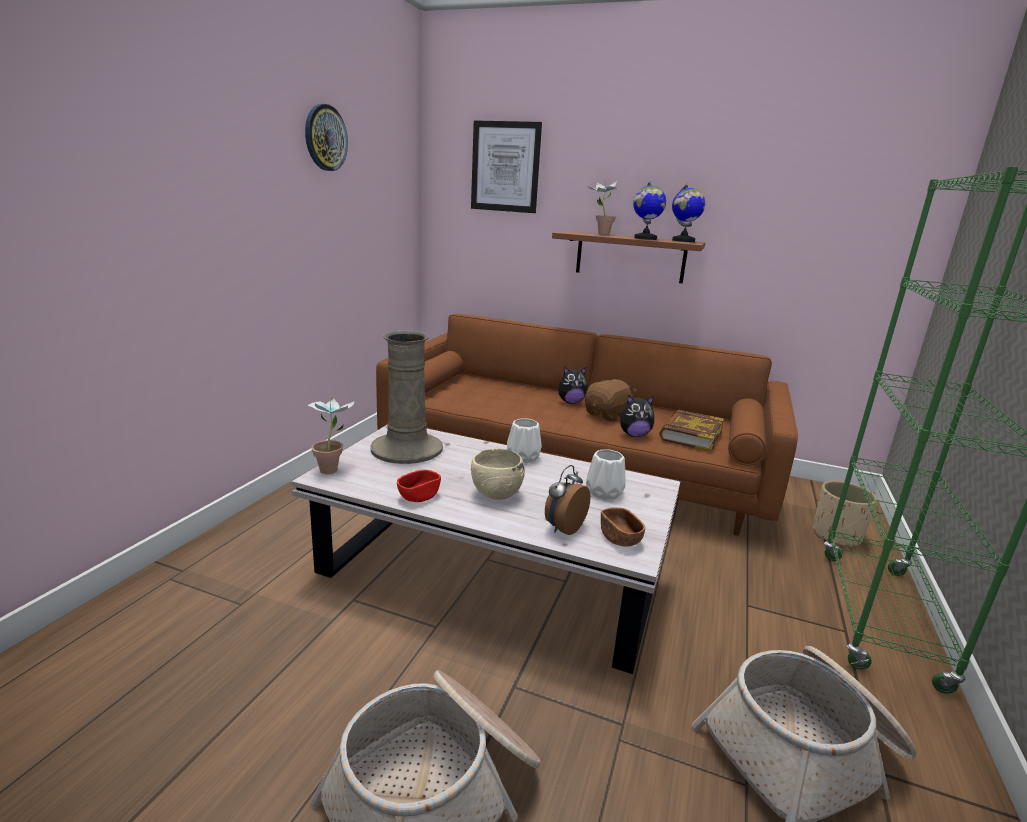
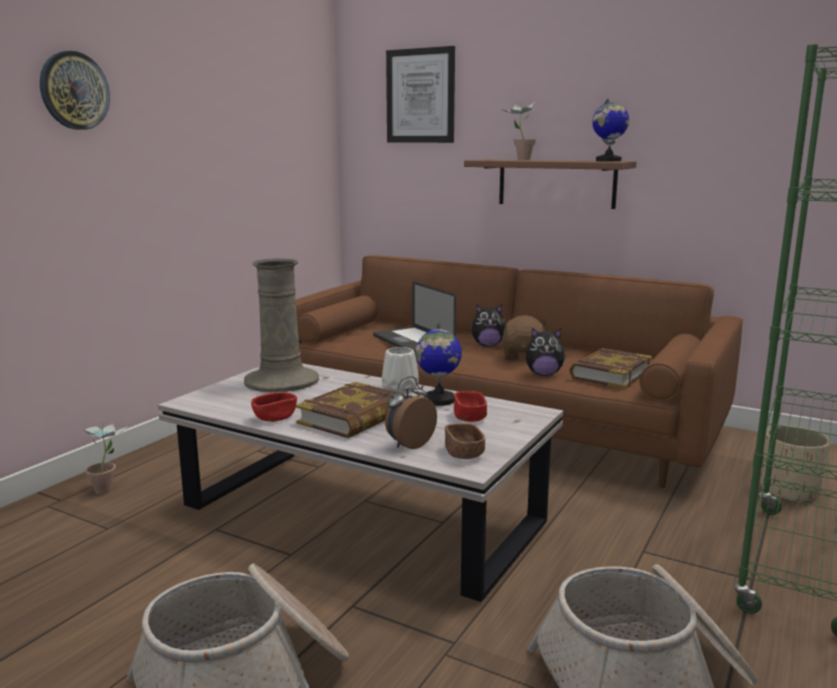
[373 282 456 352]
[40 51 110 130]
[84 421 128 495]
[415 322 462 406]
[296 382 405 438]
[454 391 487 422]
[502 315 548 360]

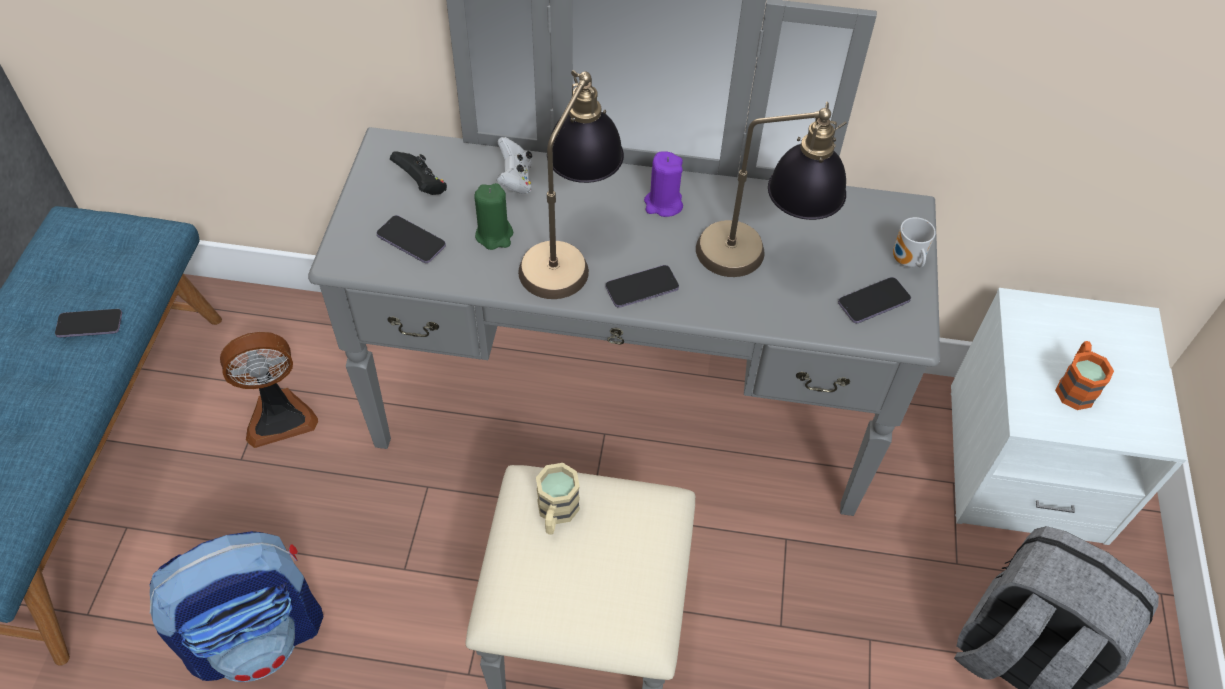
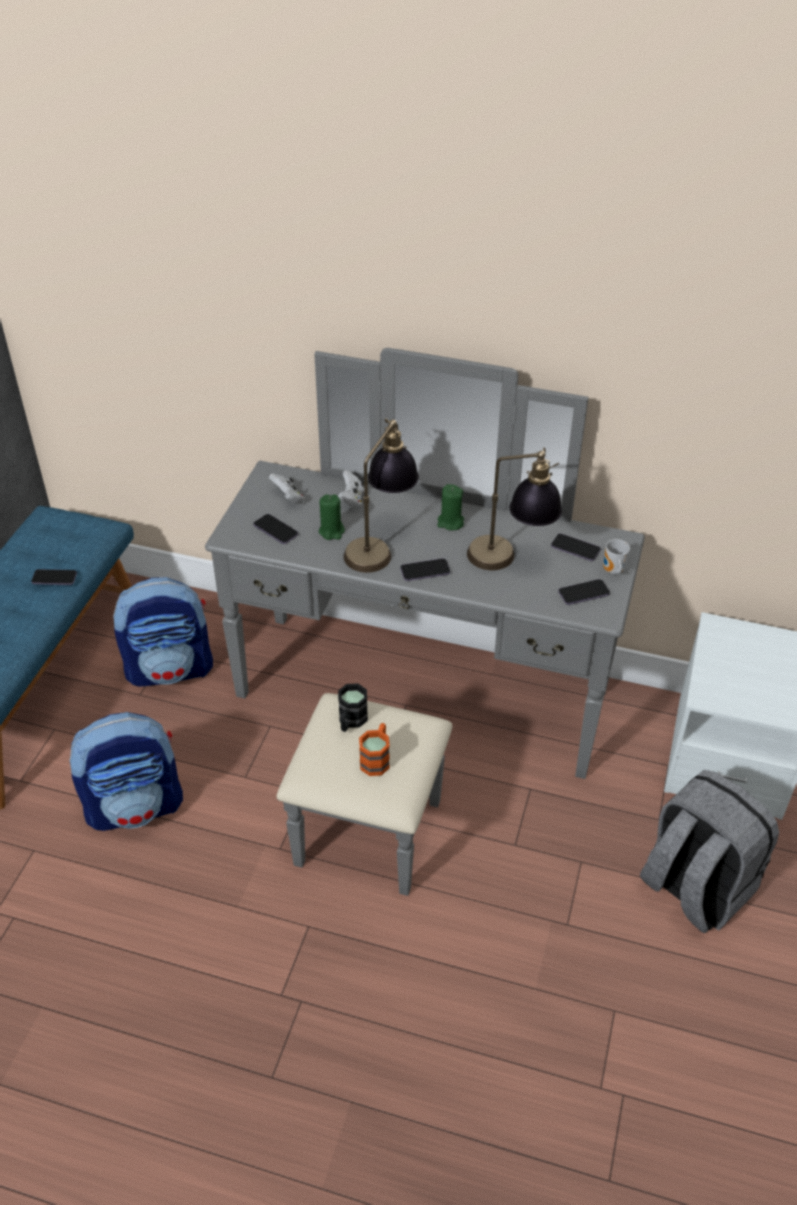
[551 533 601 561]
[359 723 390 776]
[113 577 213 687]
[269 473 305 504]
[338 684 368 732]
[437 484 464 530]

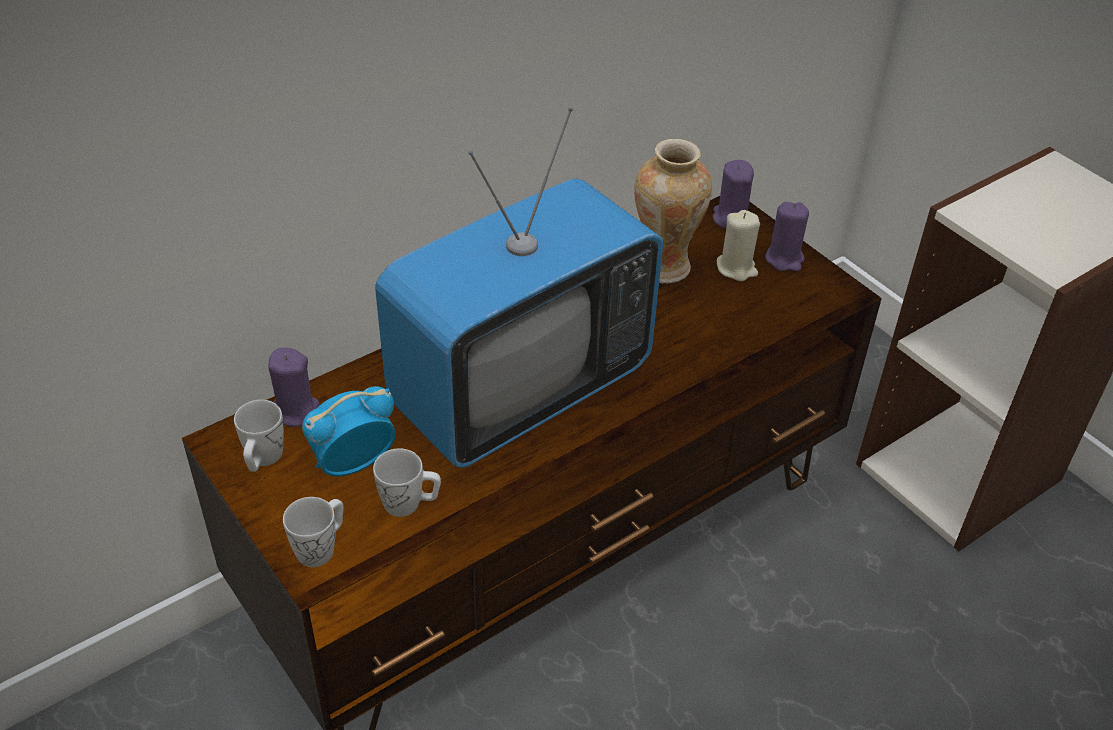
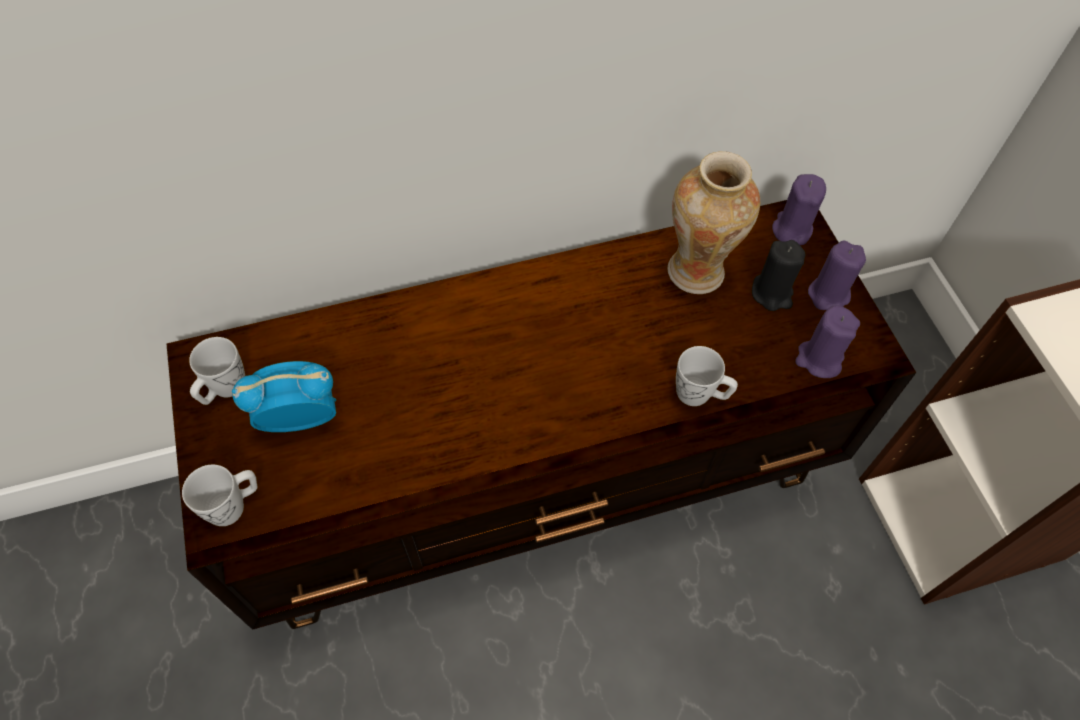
[375 108 663 468] (first image)
[795 305 860 378]
[676 346 738 406]
[752 240 806 311]

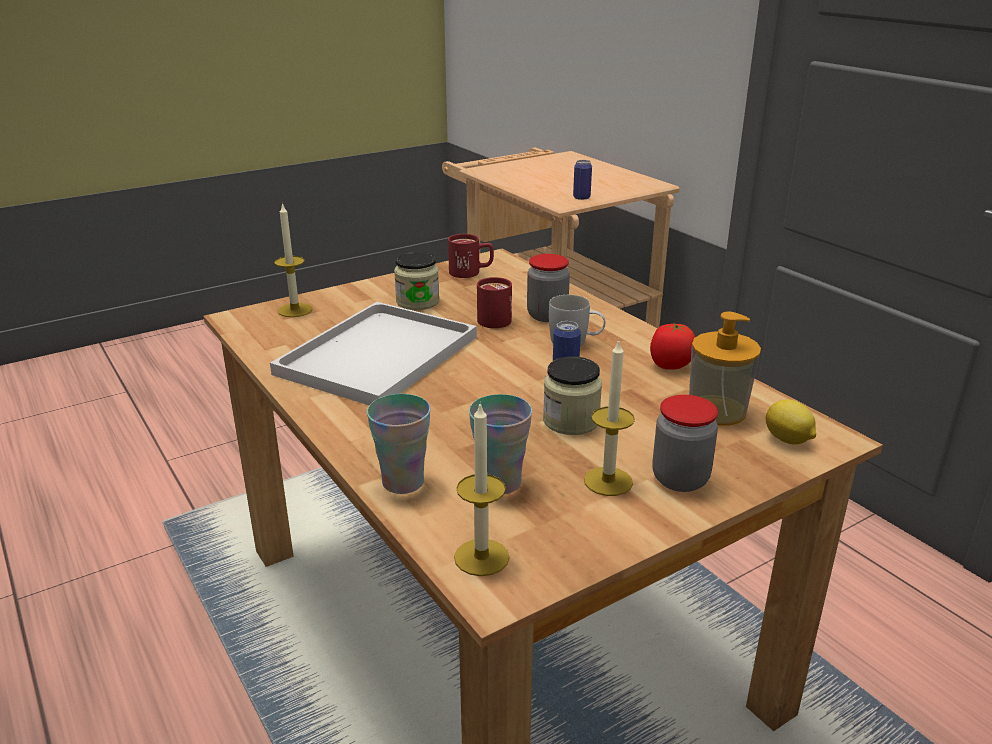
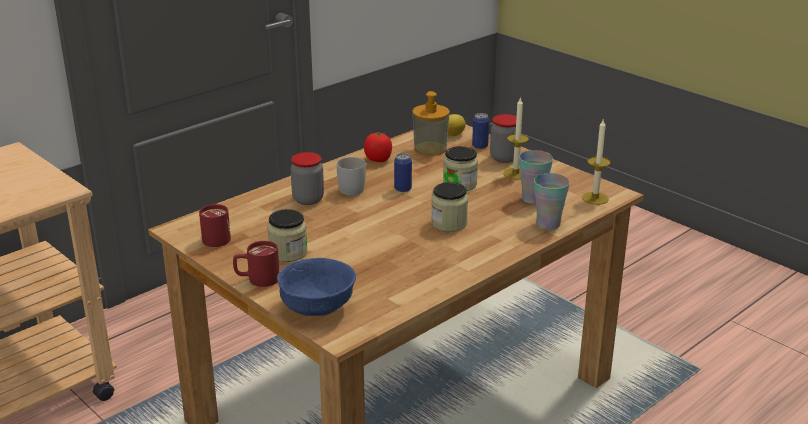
[270 302 477 405] (first image)
[431 182 468 232]
[233 241 280 287]
[472 113 489 149]
[277 258 356 316]

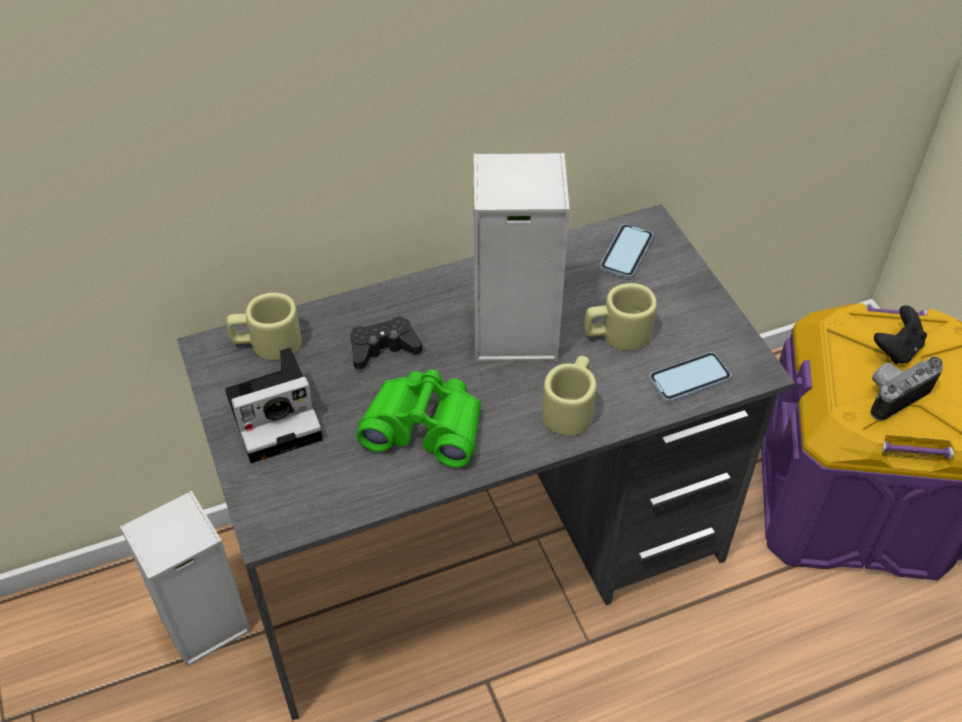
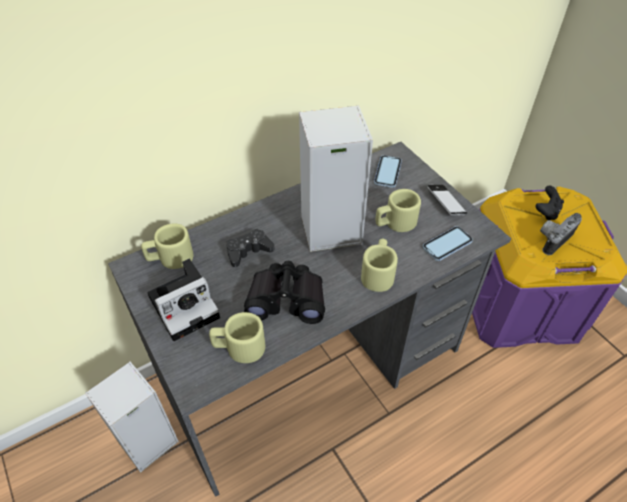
[209 312 265 363]
[427 185 468 216]
[244 261 325 324]

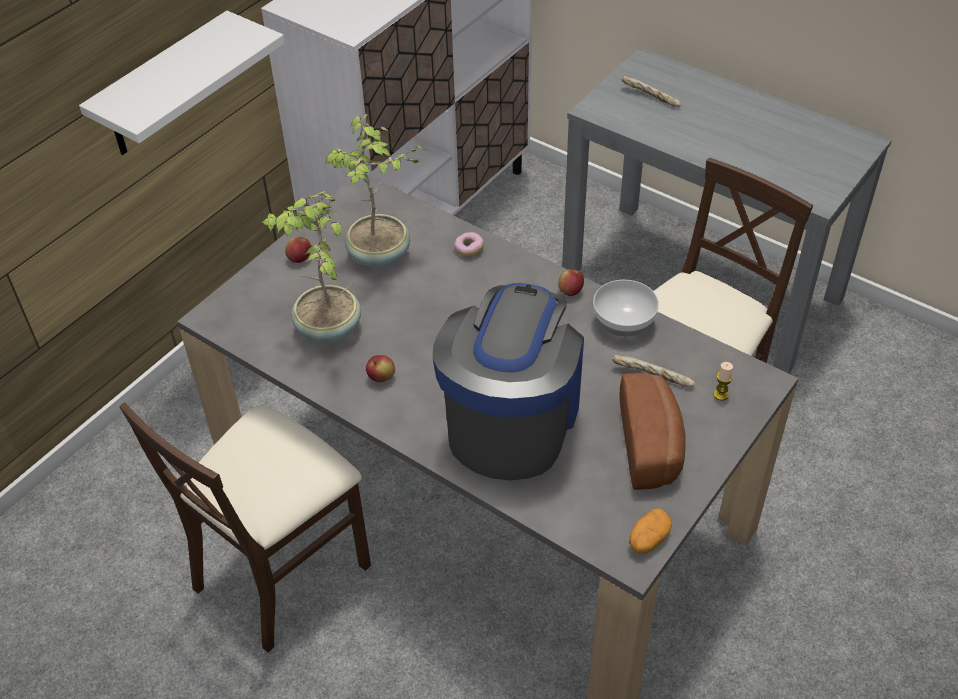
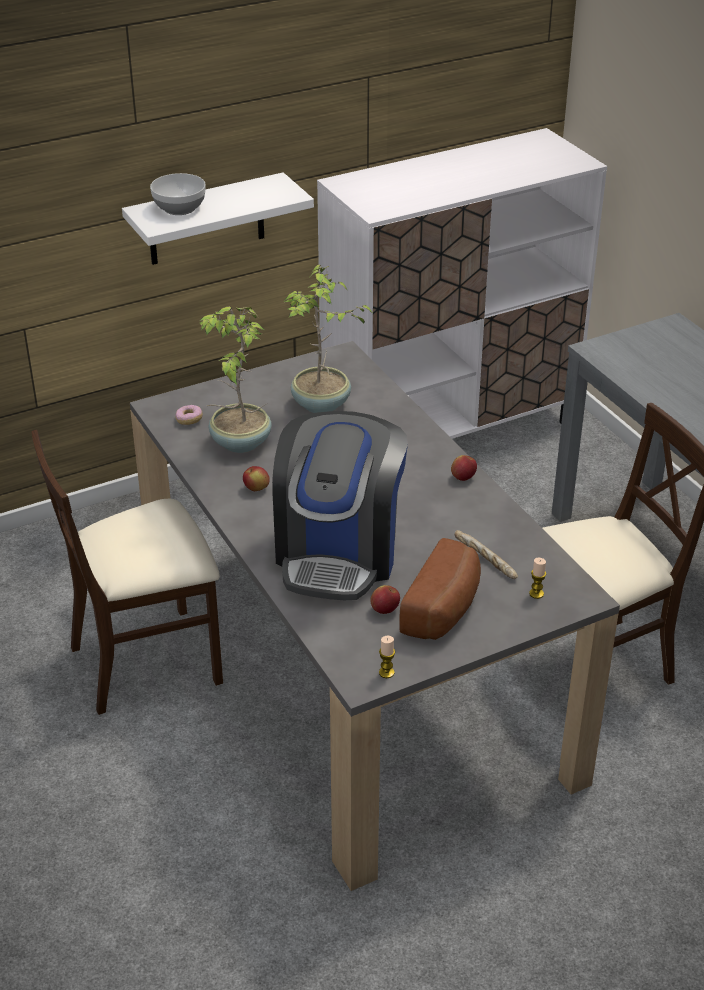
[621 76 682 107] (first image)
[371 585 400 614]
[175 405 203 425]
[150 173 206 215]
[379 636 395 678]
[272 411 408 600]

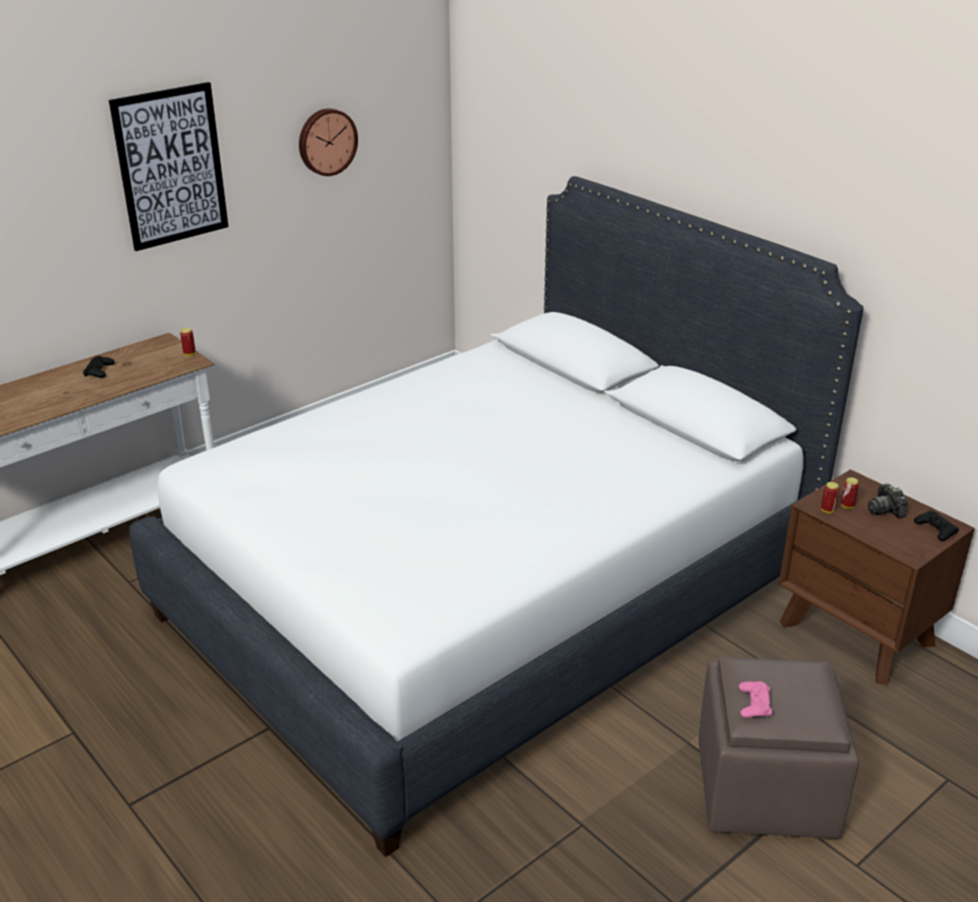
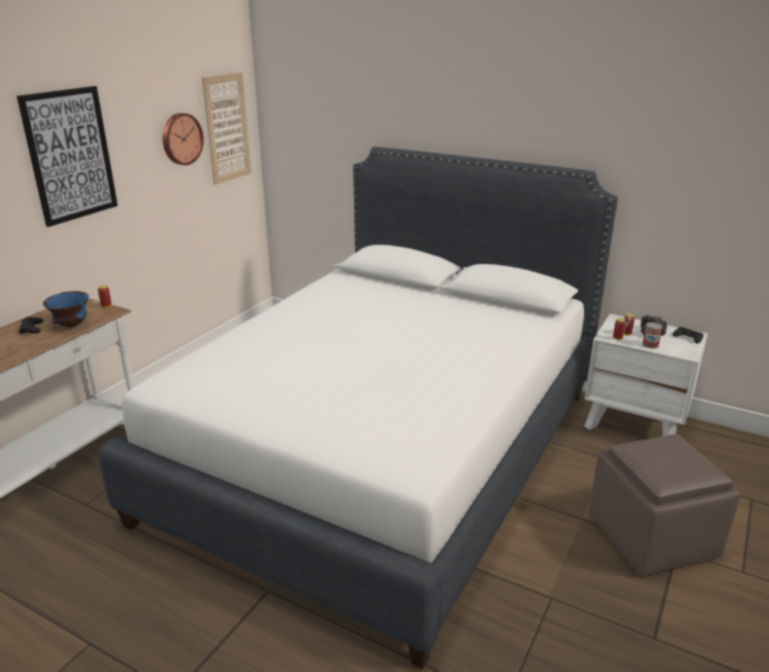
[739 681 772 718] (first image)
[43 291 89 327]
[202 72 251 185]
[642 322 663 349]
[584 314 708 436]

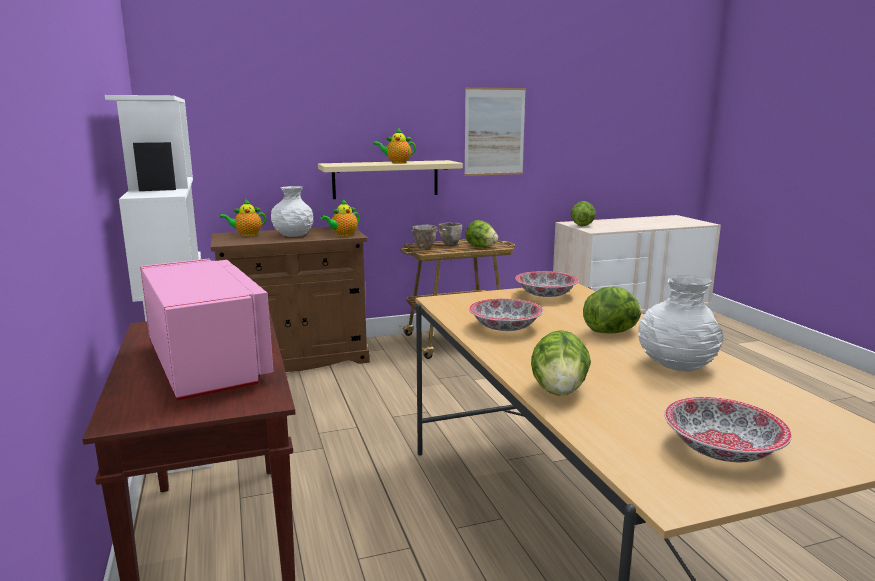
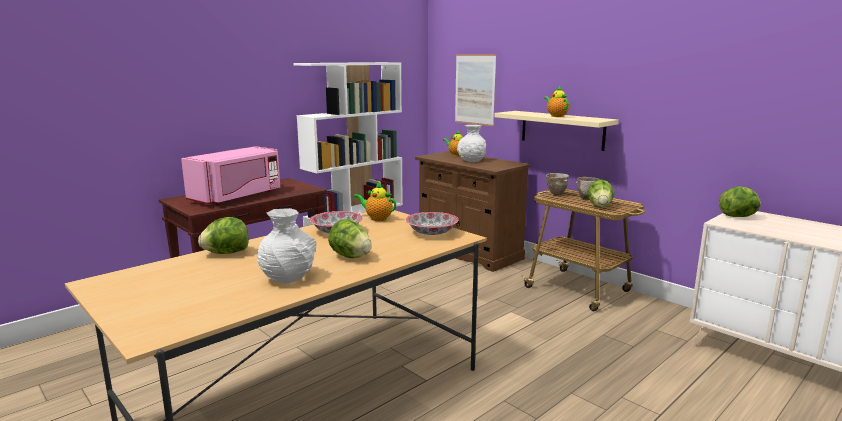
[664 397 792 462] (first image)
[354 182 396 221]
[455 54 496 126]

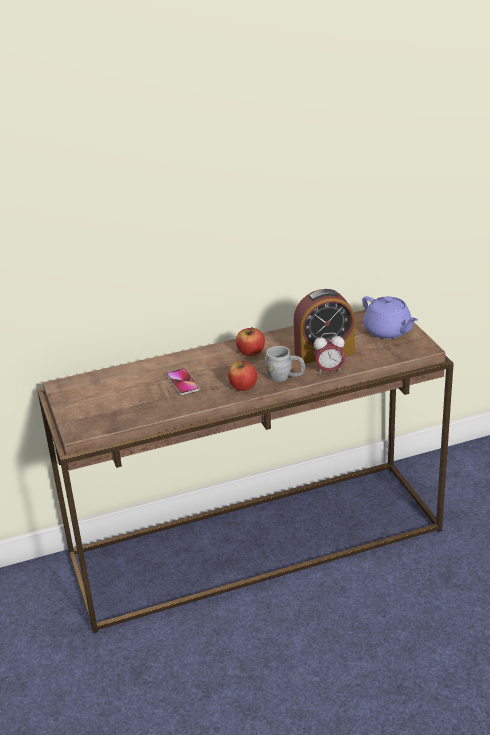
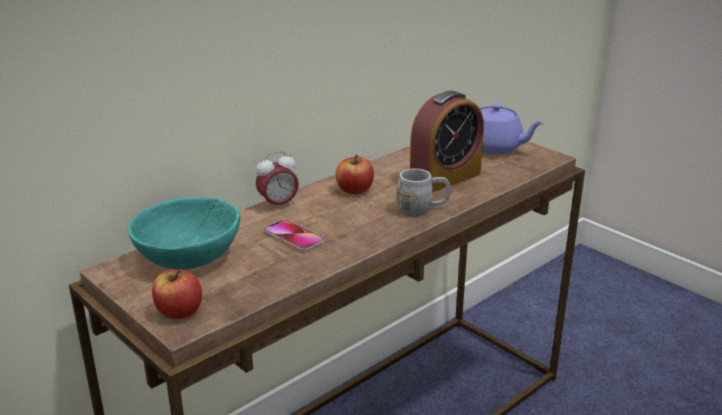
[128 197 240 270]
[152 269 202 319]
[256 151 299 211]

